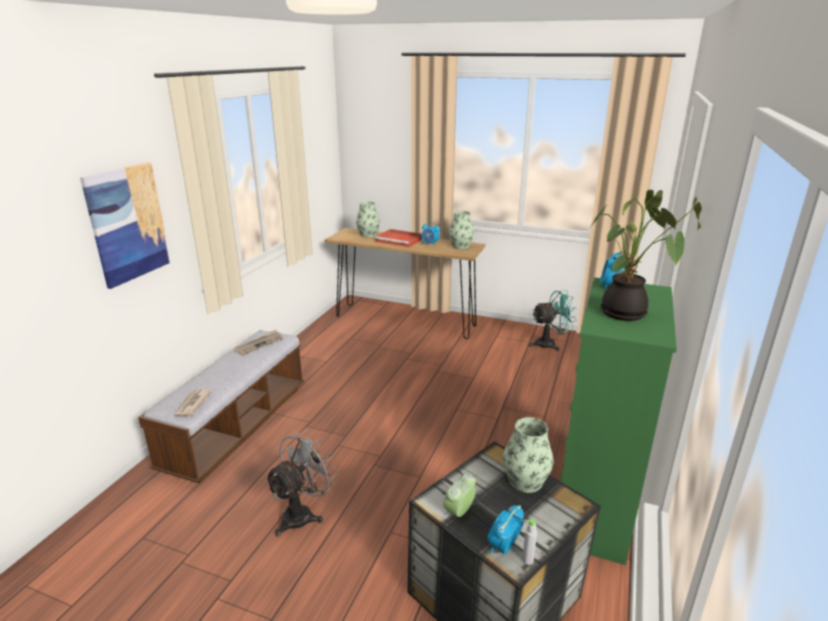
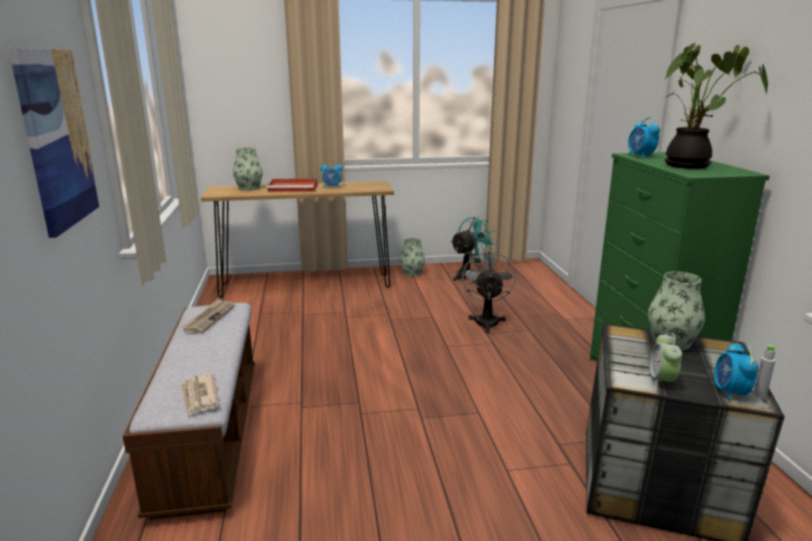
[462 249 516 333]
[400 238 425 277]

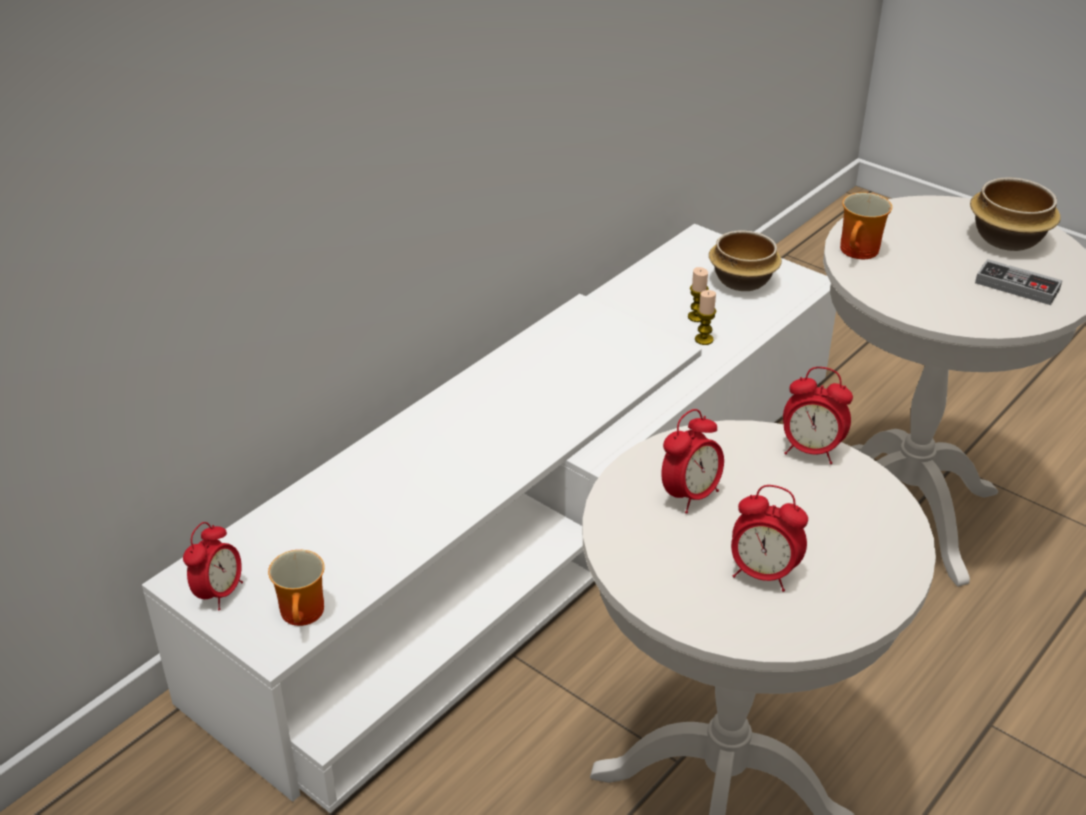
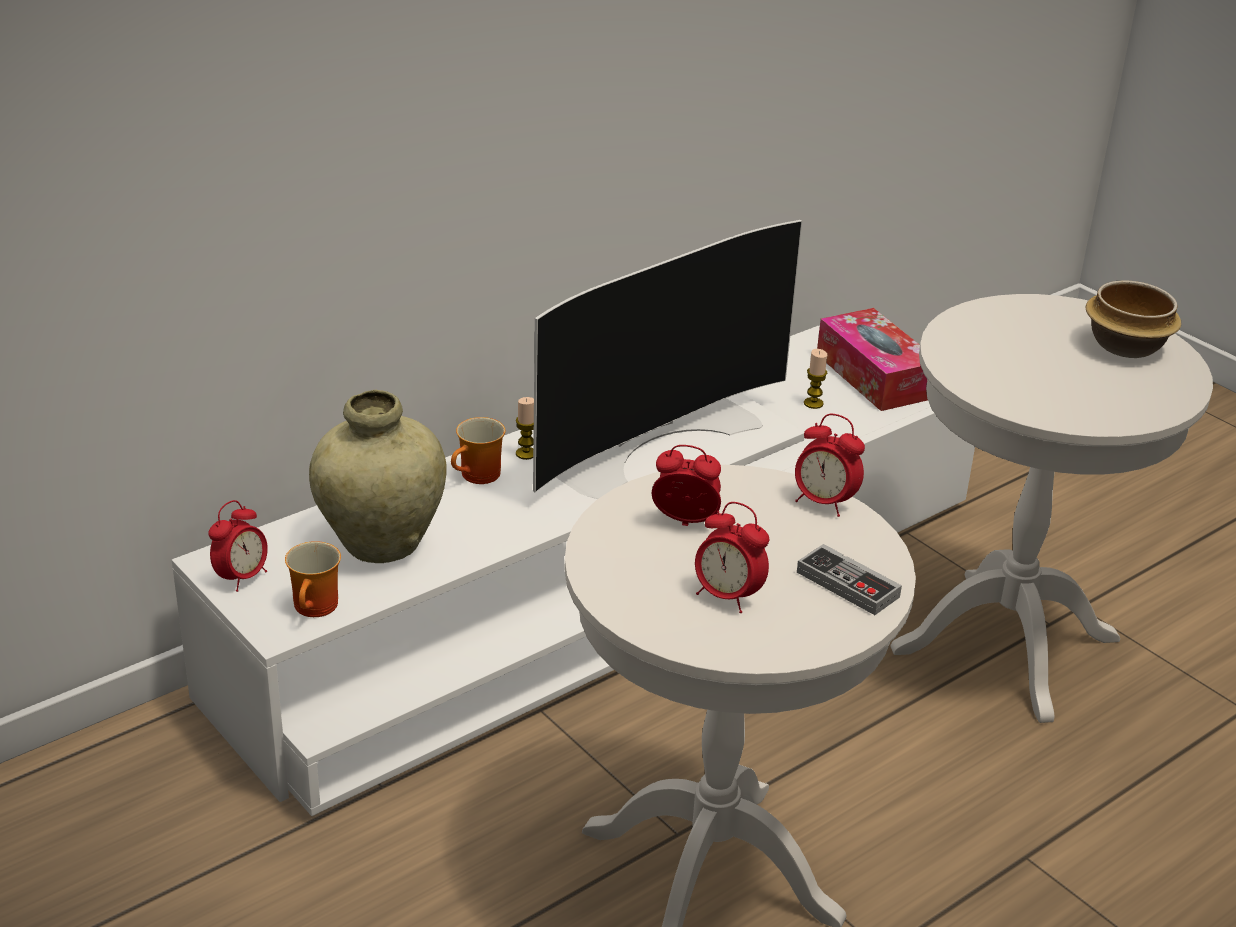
[309 390 447 563]
[533 220 802 499]
[516 397 534 460]
[451 417 505 484]
[797 544 902 615]
[817 308 928 411]
[652 445 721 526]

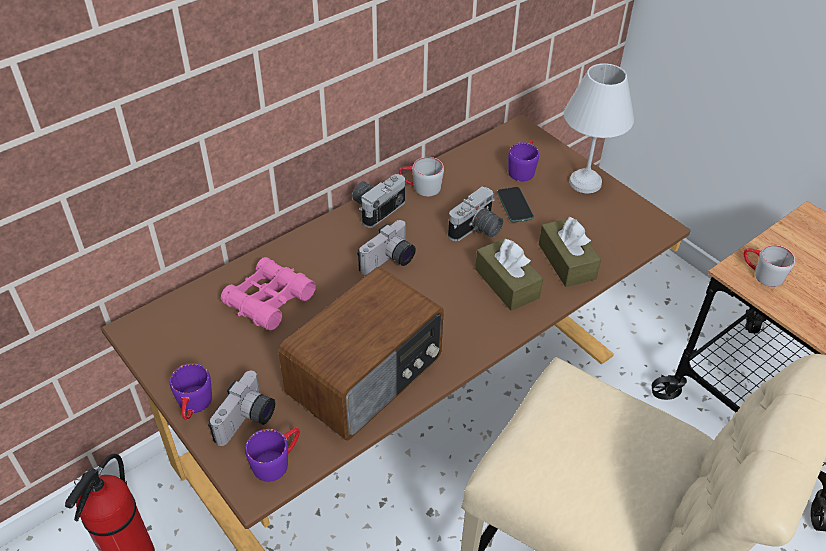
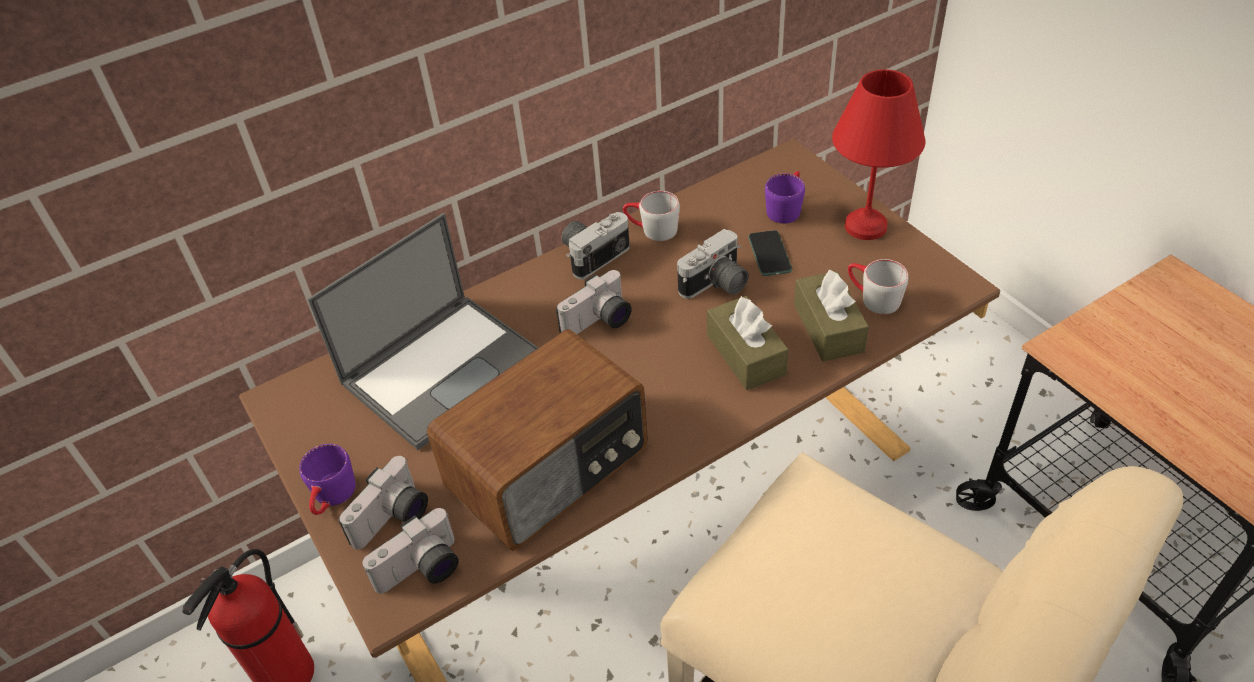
[848 259 908 314]
[307 213 538 450]
[362 508 459 594]
[832 69 925 240]

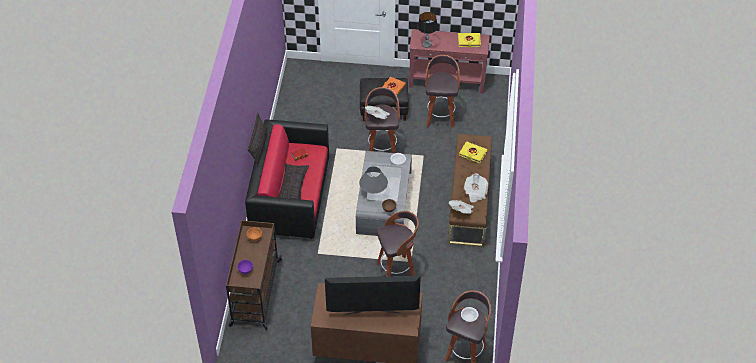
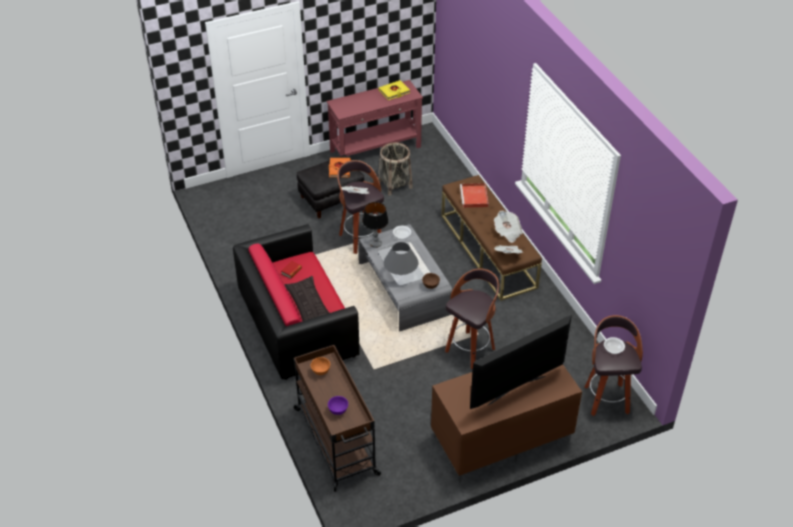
[247 113 268 166] (first image)
[362 202 389 248]
[378 142 413 196]
[460 183 489 208]

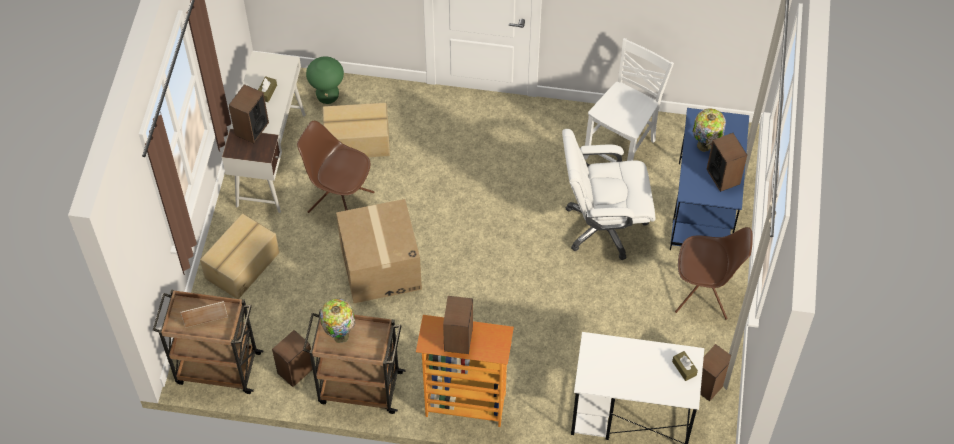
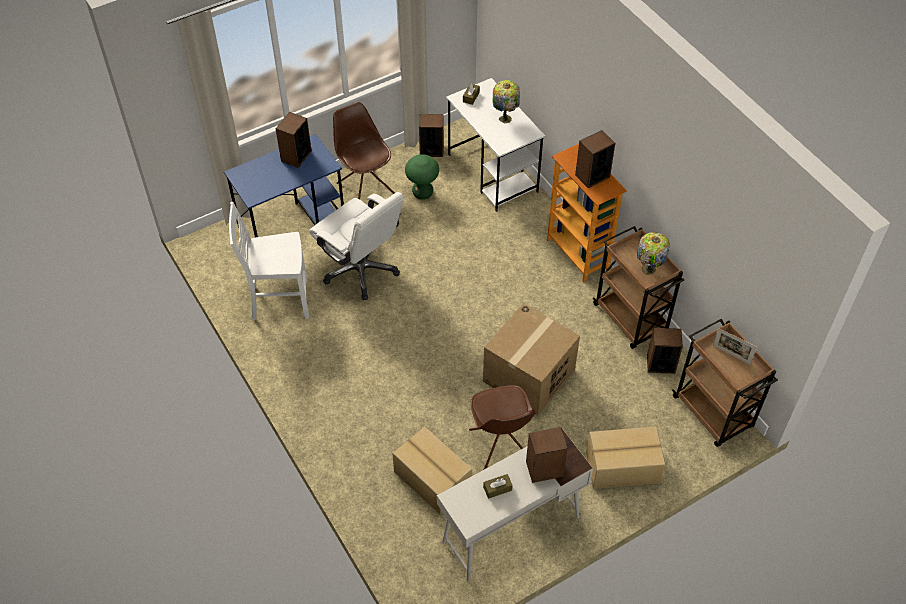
[405 154 439 200]
[493 80 520 124]

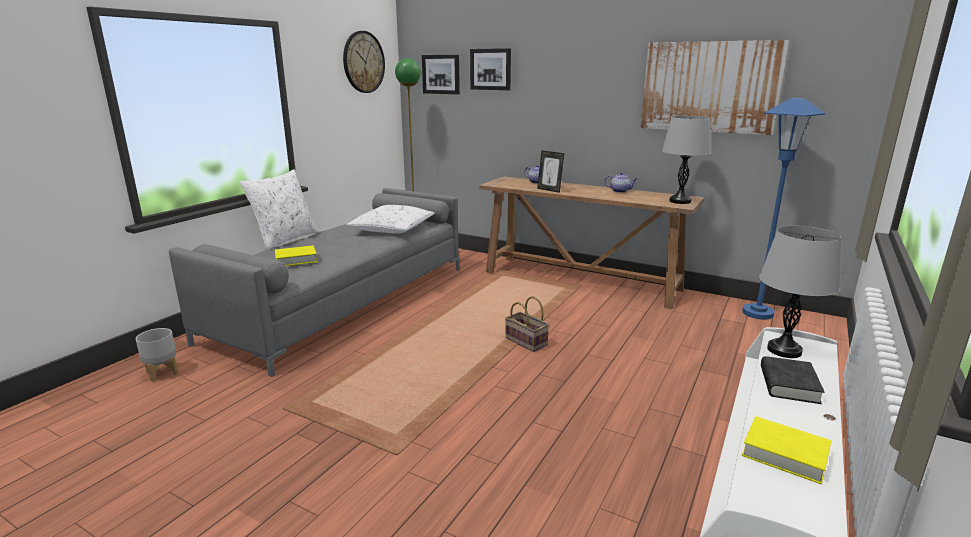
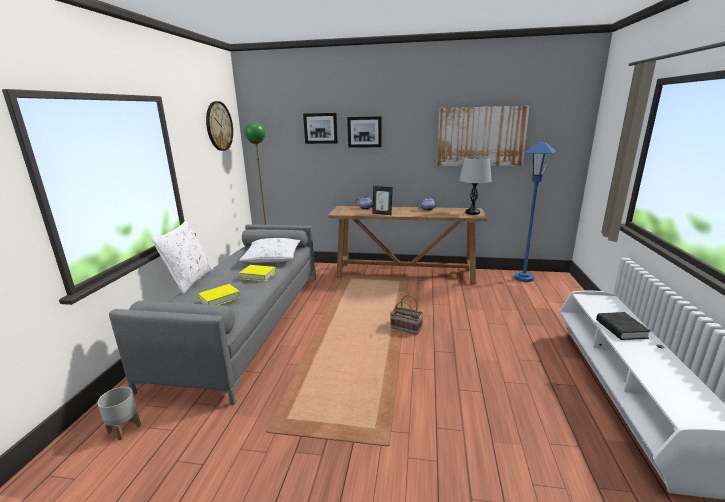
[759 226 841 358] (first image)
[347 116 382 148]
[239 265 276 282]

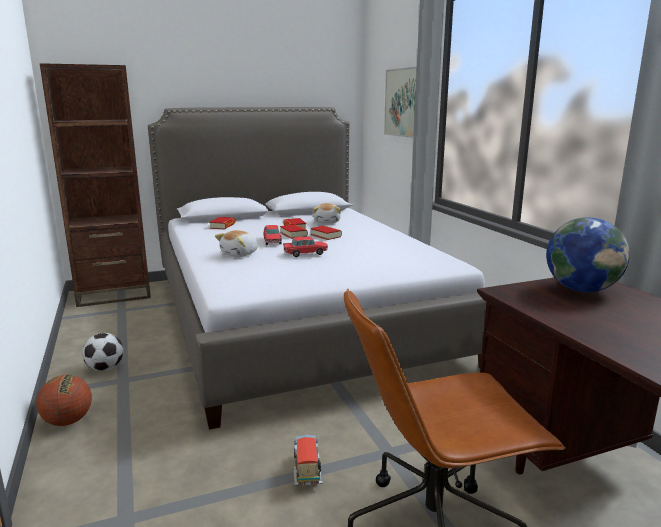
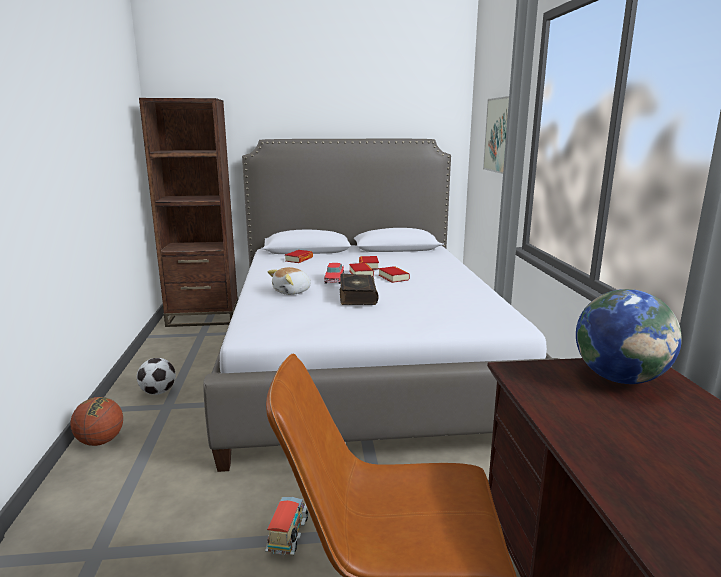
[313 203 341 223] (first image)
[339 274 379 305]

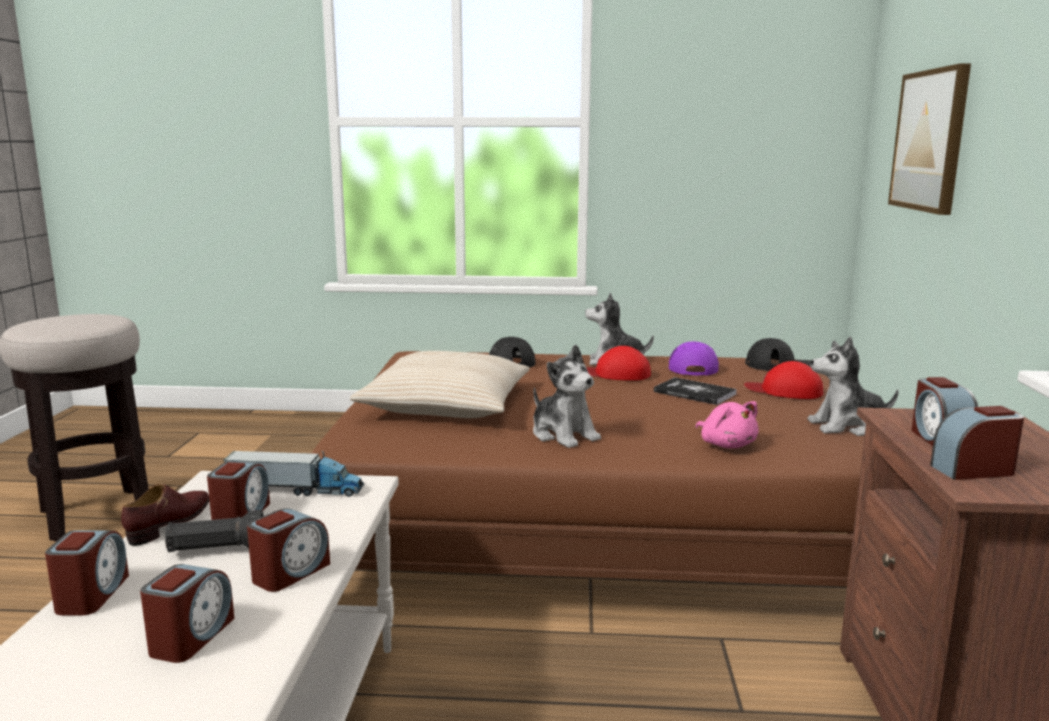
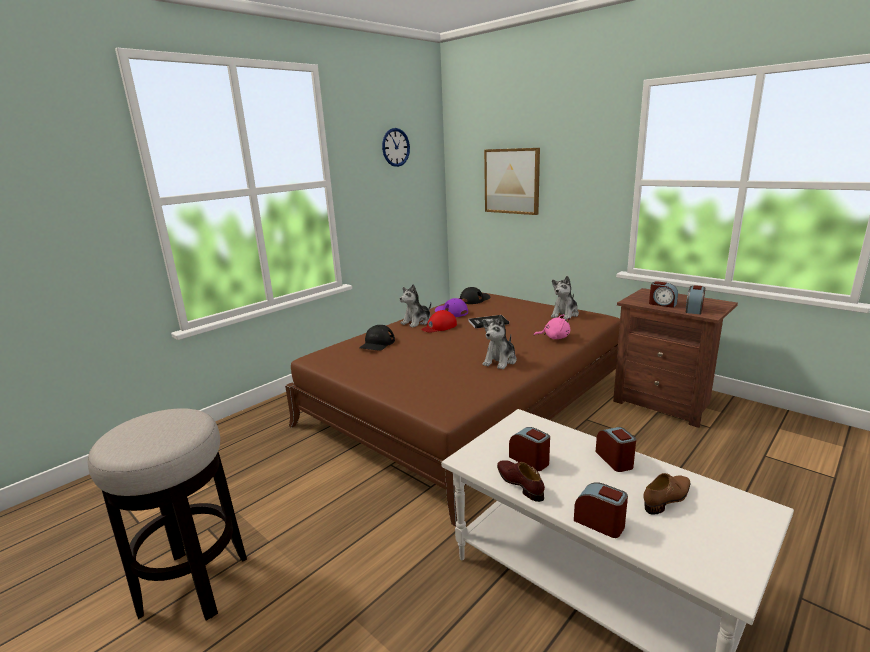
[165 510 264 552] (first image)
[224 451 364 497] (first image)
[350 351 529 418] (first image)
[744 361 823 399] (first image)
[382 128 410 167]
[643 473 690 515]
[483 315 517 370]

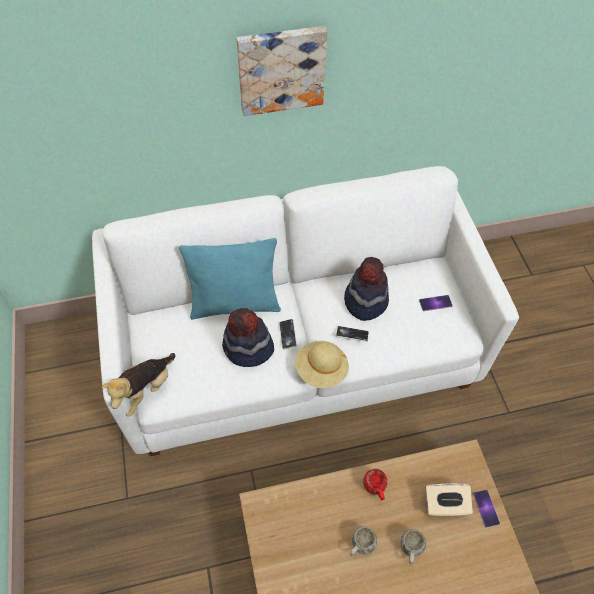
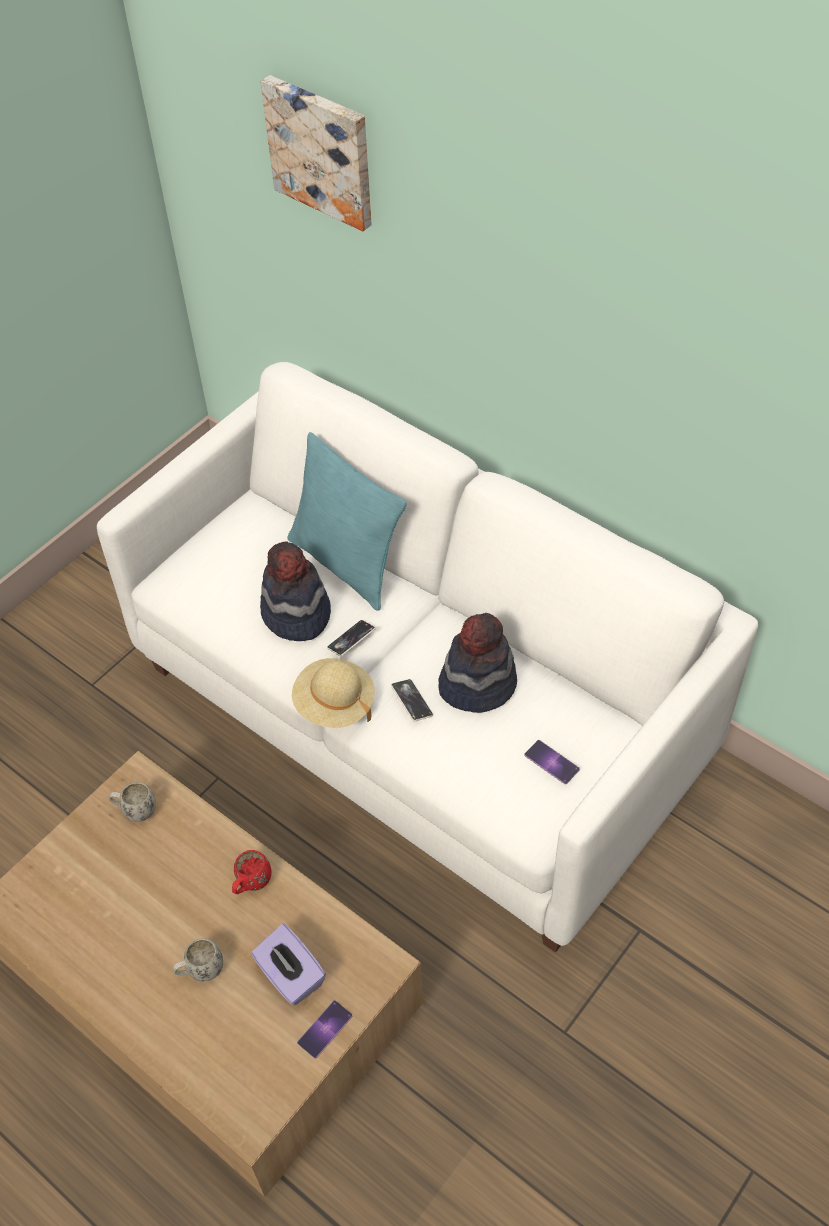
[102 353 175 416] (first image)
[261 75 372 231]
[109 782 156 822]
[251 924 326 1006]

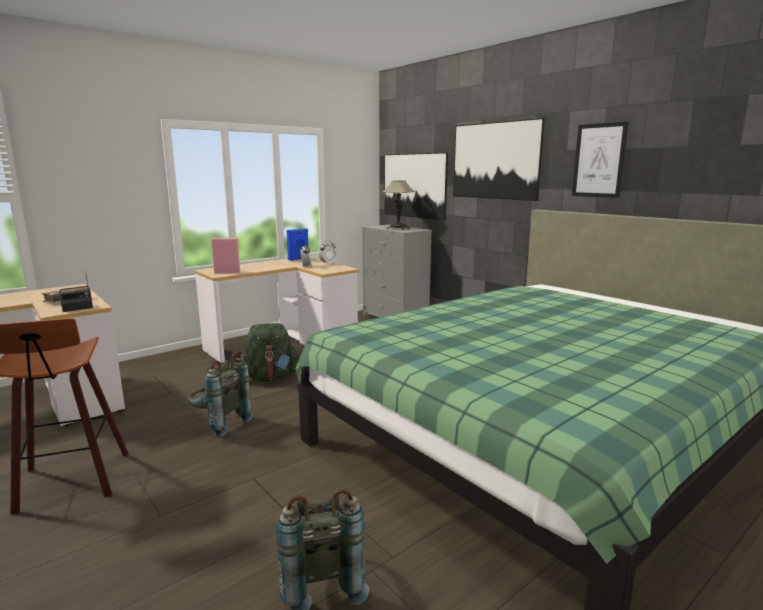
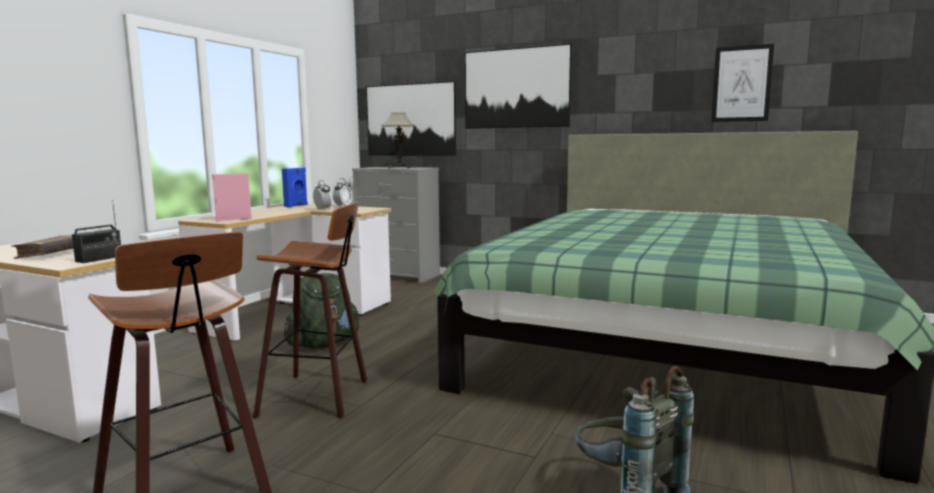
[712 44 774 122]
[253 201 367 419]

